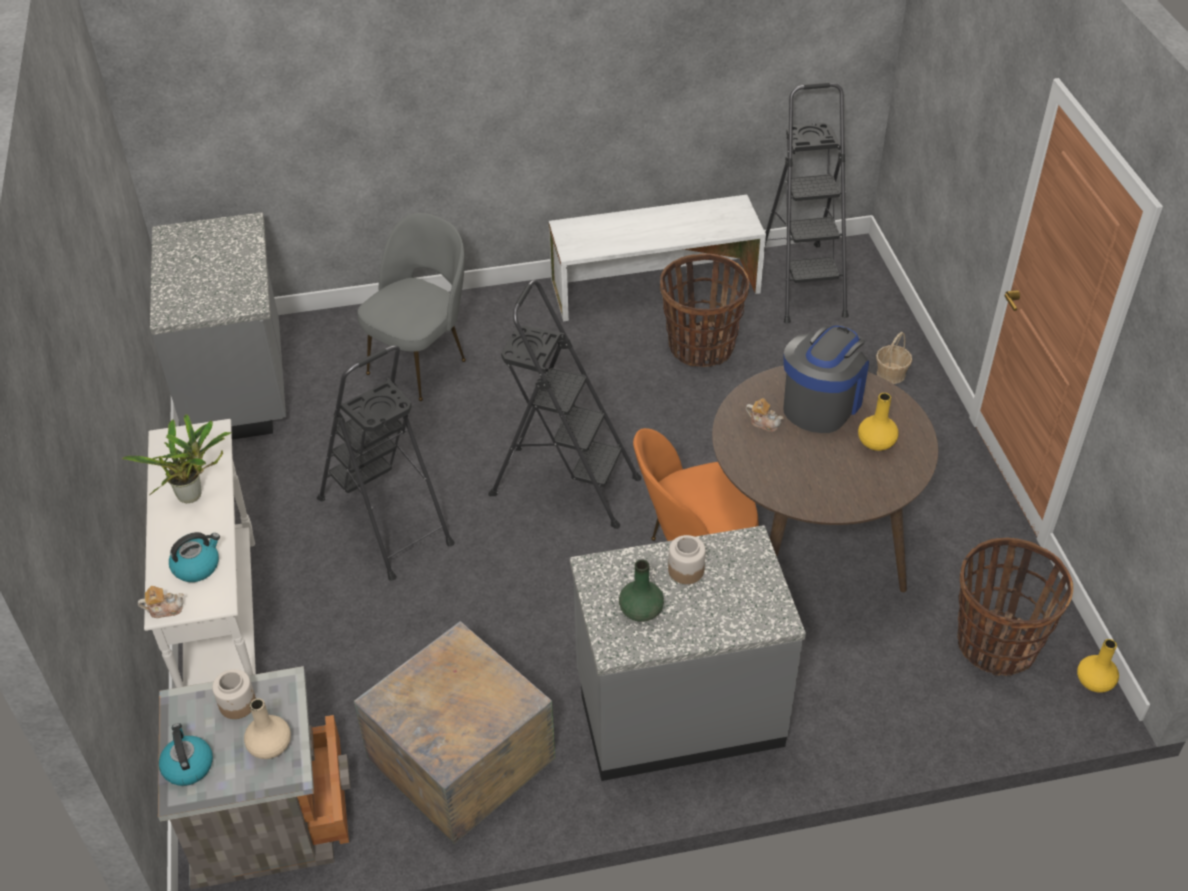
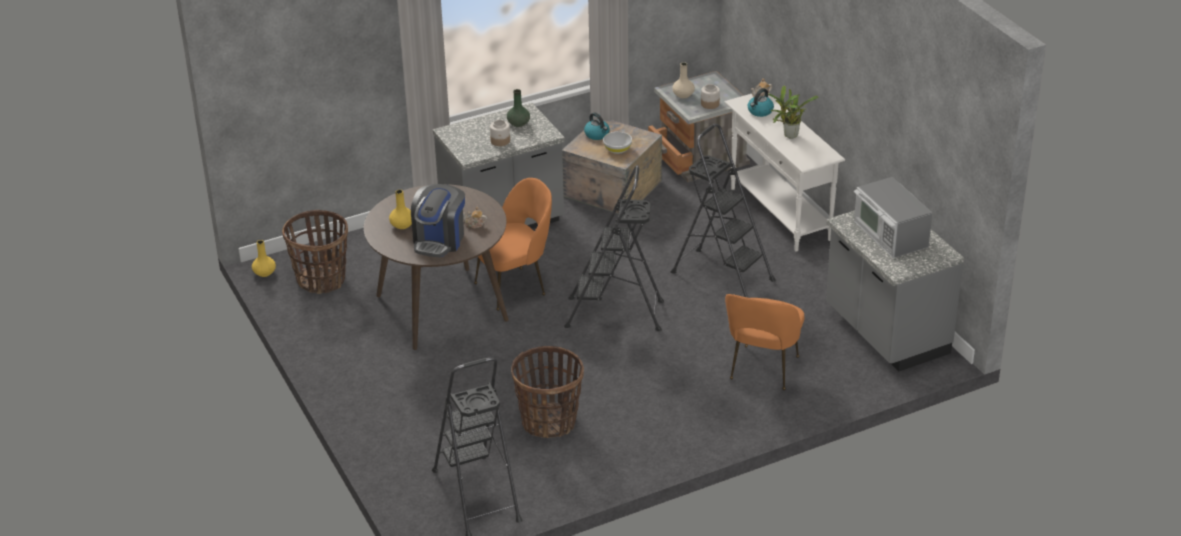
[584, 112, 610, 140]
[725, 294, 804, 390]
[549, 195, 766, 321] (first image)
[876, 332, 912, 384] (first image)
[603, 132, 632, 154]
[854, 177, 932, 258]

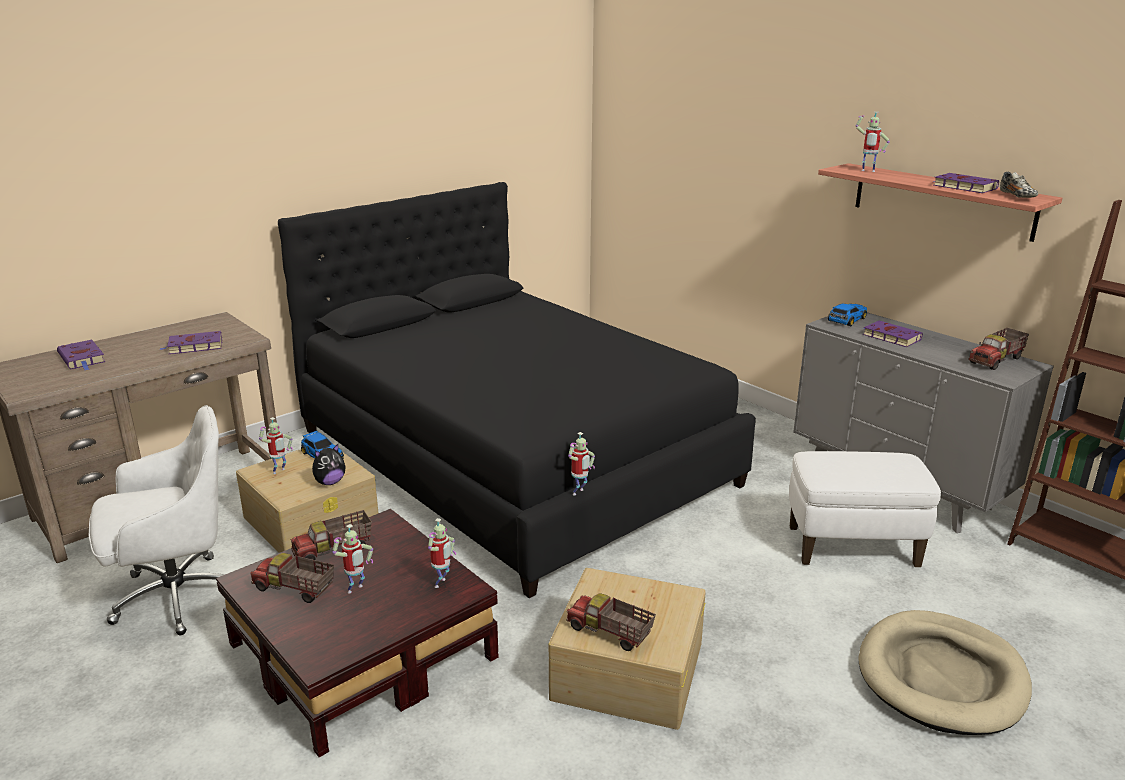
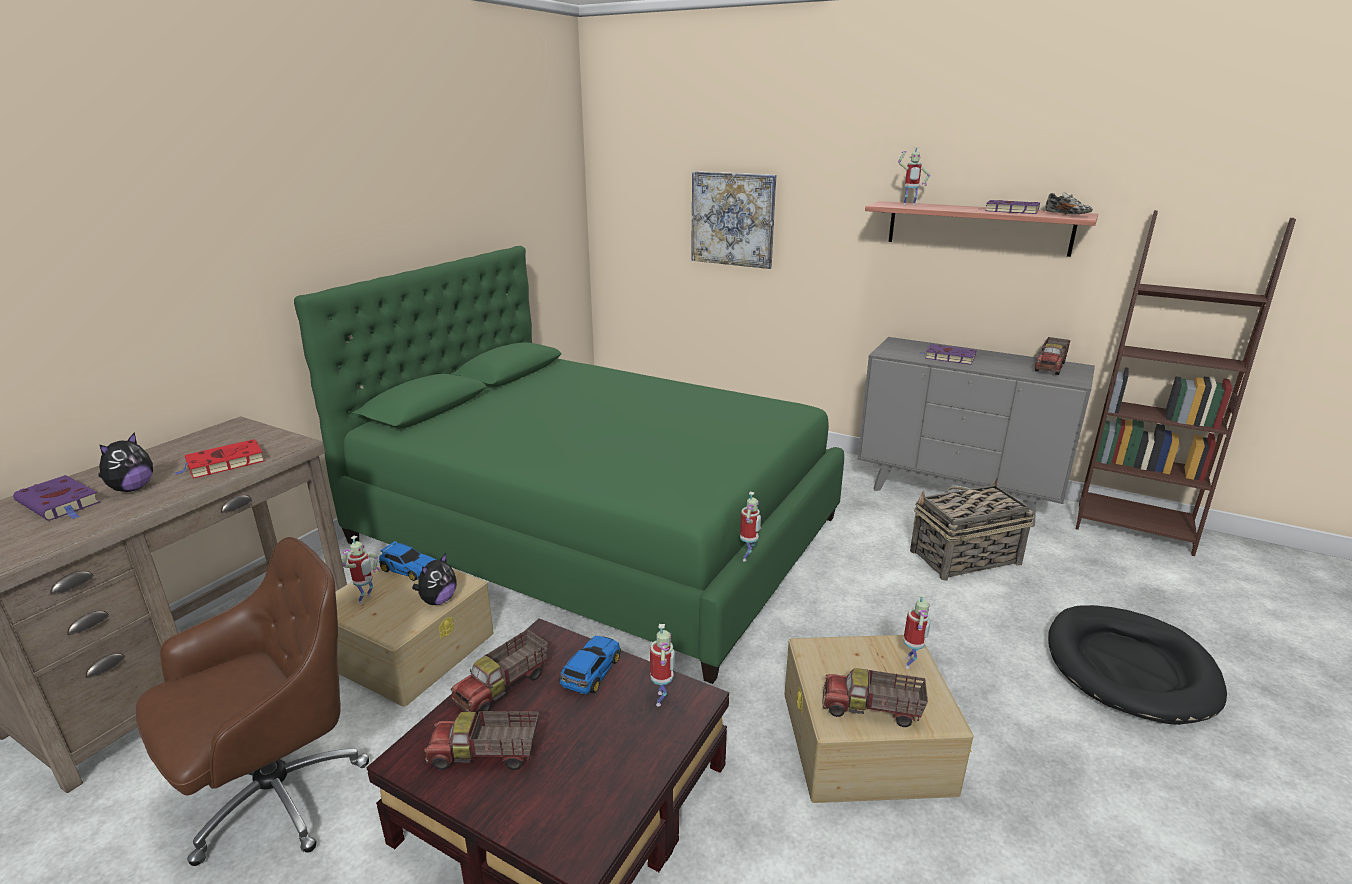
[136, 537, 369, 866]
[175, 439, 265, 479]
[294, 246, 844, 684]
[903, 593, 930, 669]
[910, 479, 1034, 581]
[560, 636, 621, 695]
[1048, 605, 1227, 725]
[98, 432, 153, 492]
[691, 171, 776, 269]

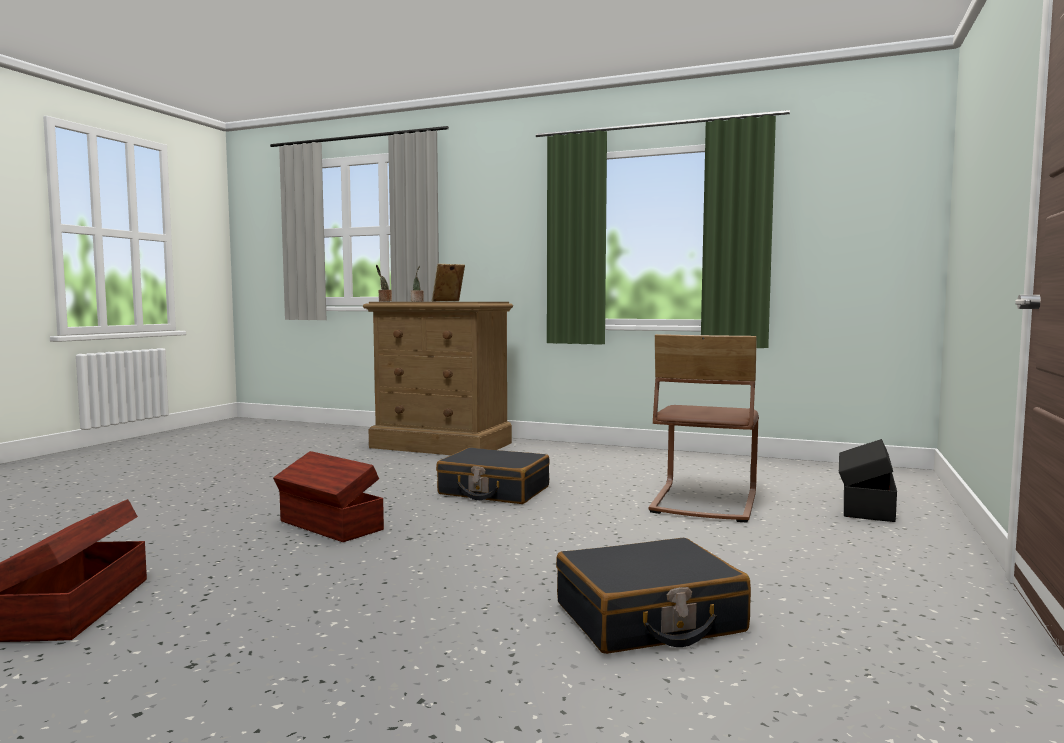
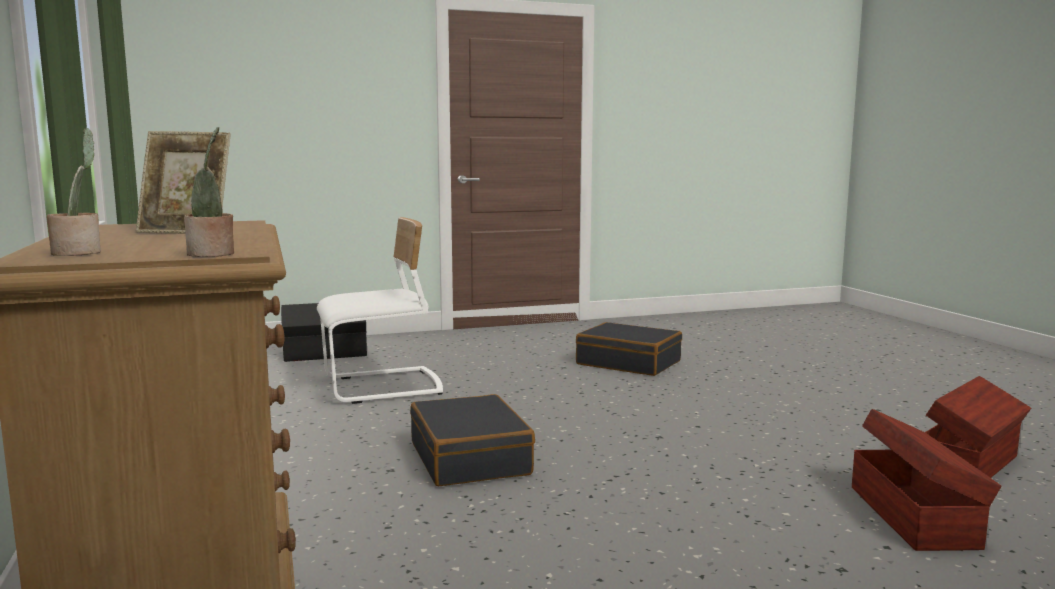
[852, 409, 1001, 551]
[317, 217, 443, 404]

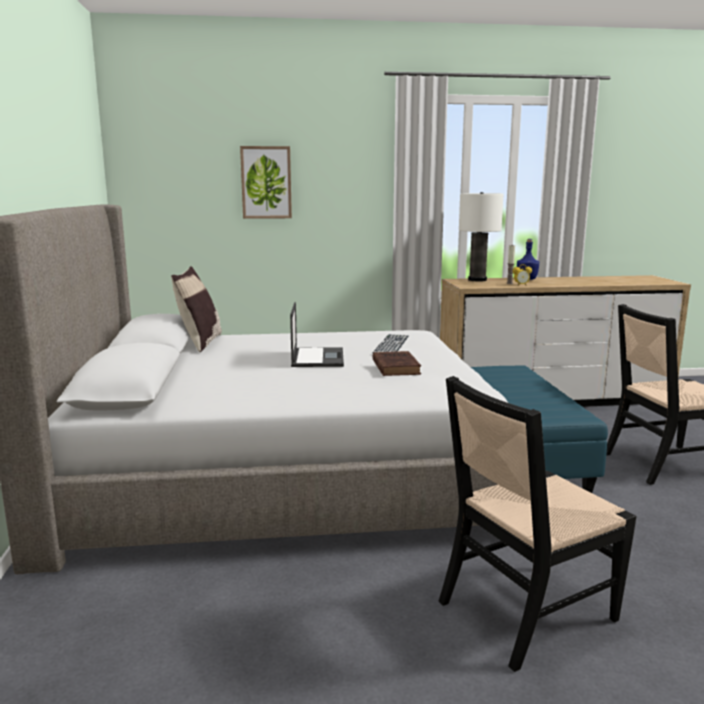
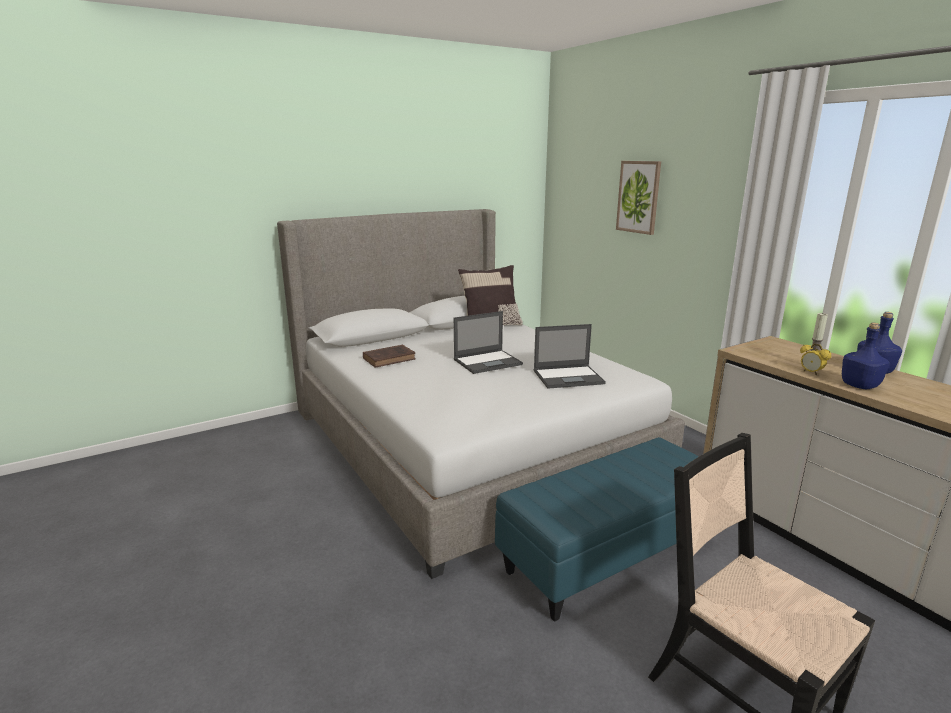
[534, 324, 606, 389]
[363, 345, 416, 368]
[438, 376, 637, 672] (first image)
[459, 192, 504, 282] (first image)
[842, 323, 889, 389]

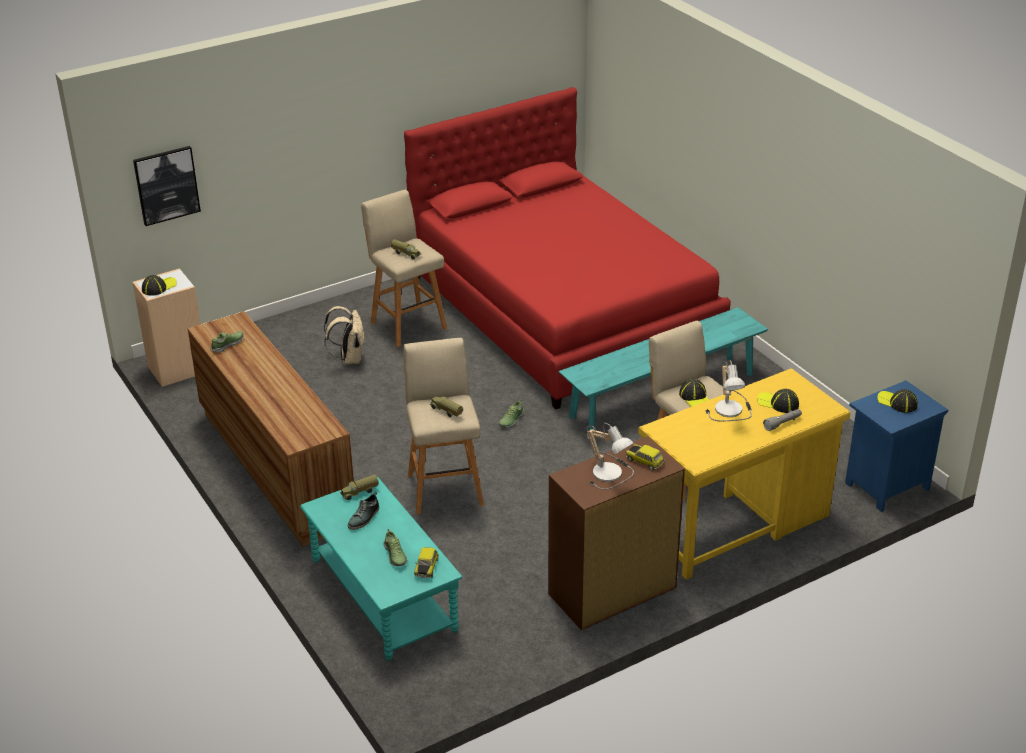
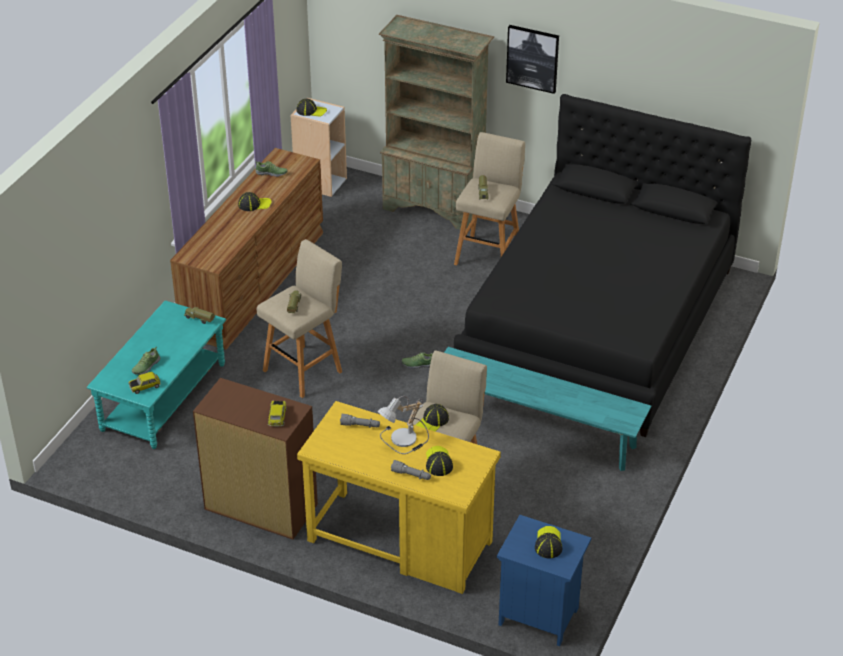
[506, 25, 559, 94]
[324, 306, 365, 365] (first image)
[347, 491, 379, 530] (first image)
[454, 94, 751, 437]
[587, 423, 634, 490] (first image)
[238, 192, 271, 211]
[340, 414, 380, 428]
[379, 15, 494, 230]

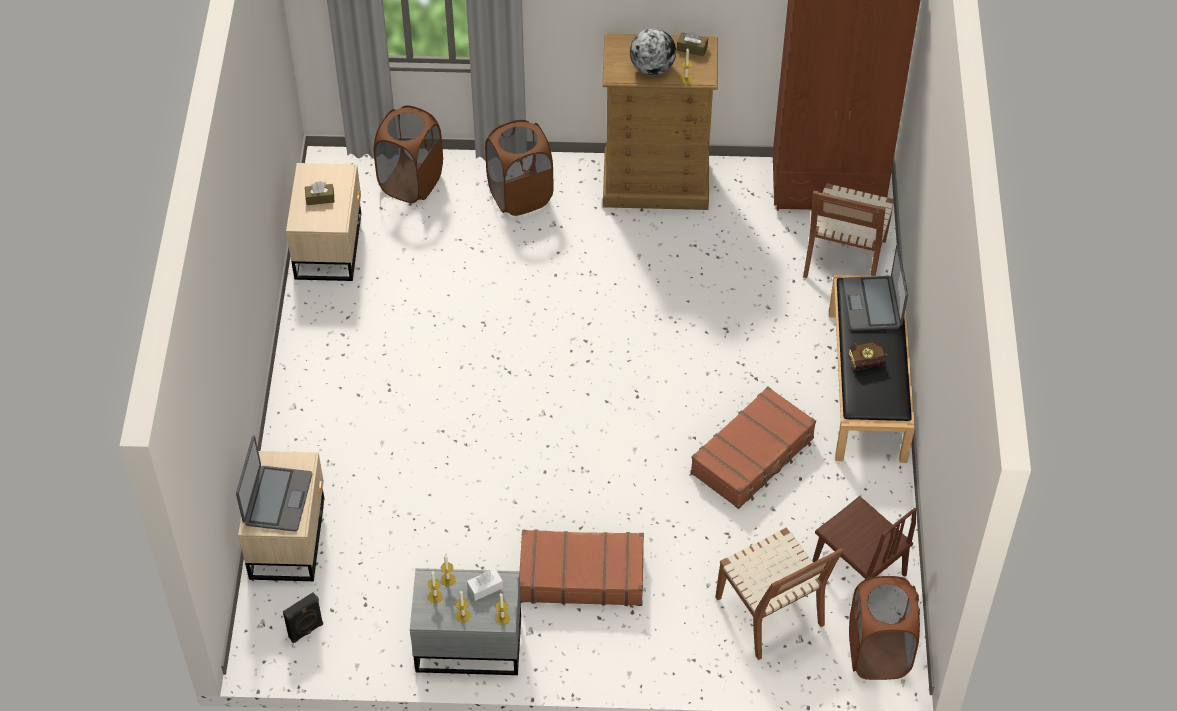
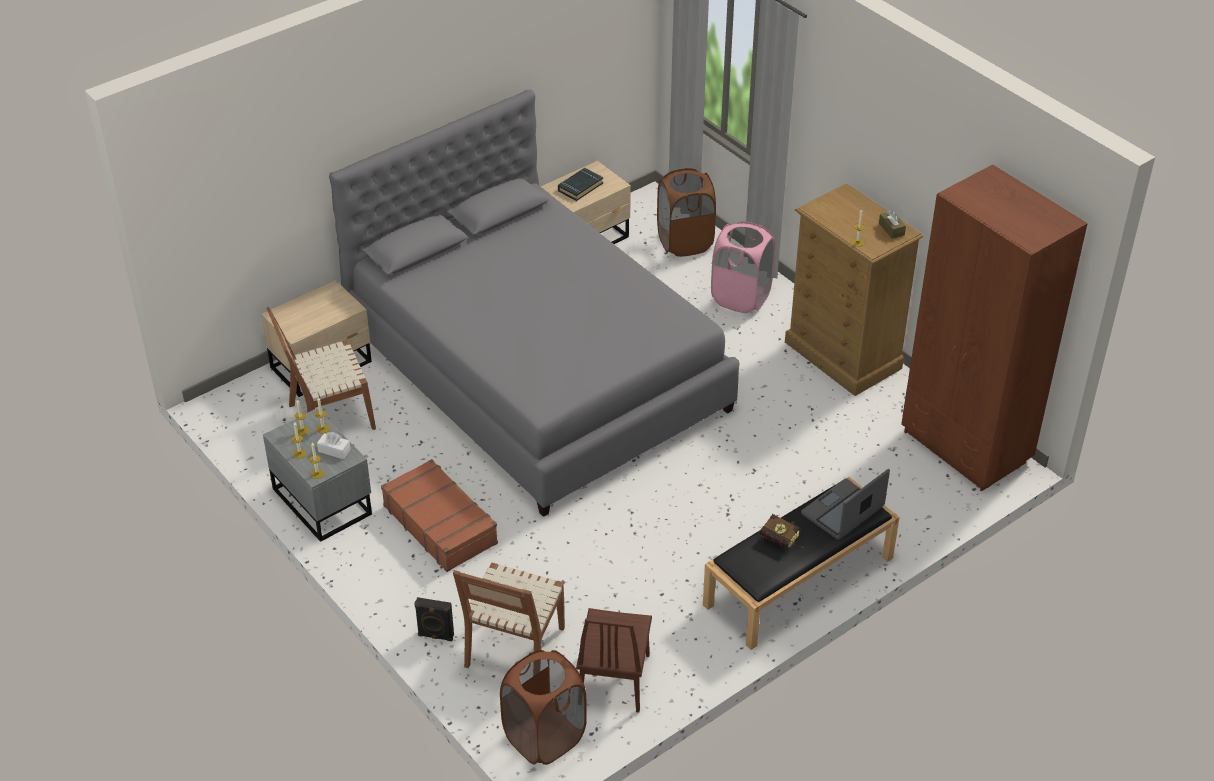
[236, 436, 312, 532] (first image)
[414, 597, 454, 641]
[558, 168, 603, 201]
[711, 221, 775, 313]
[630, 28, 676, 75] (first image)
[690, 386, 816, 509] (first image)
[267, 307, 376, 430]
[329, 90, 739, 517]

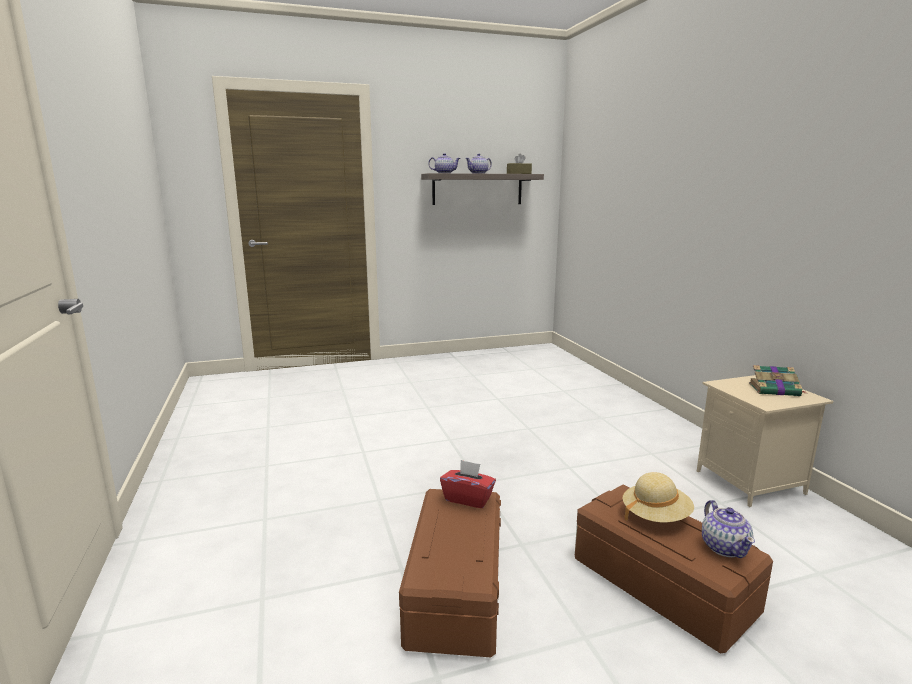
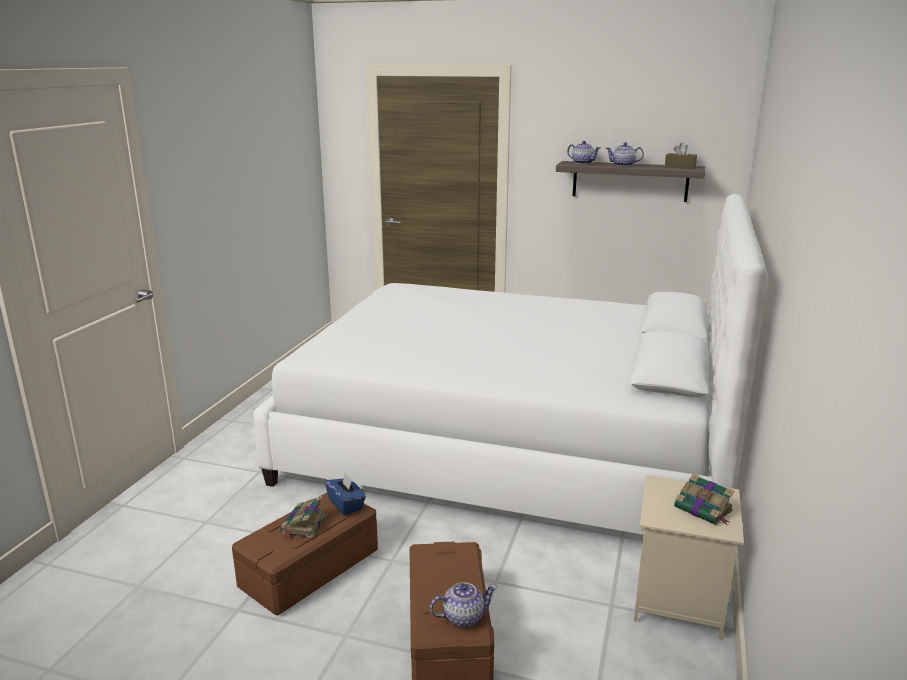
[325, 472, 366, 516]
[623, 472, 694, 522] (first image)
[430, 582, 497, 627]
[253, 194, 768, 535]
[280, 496, 328, 538]

